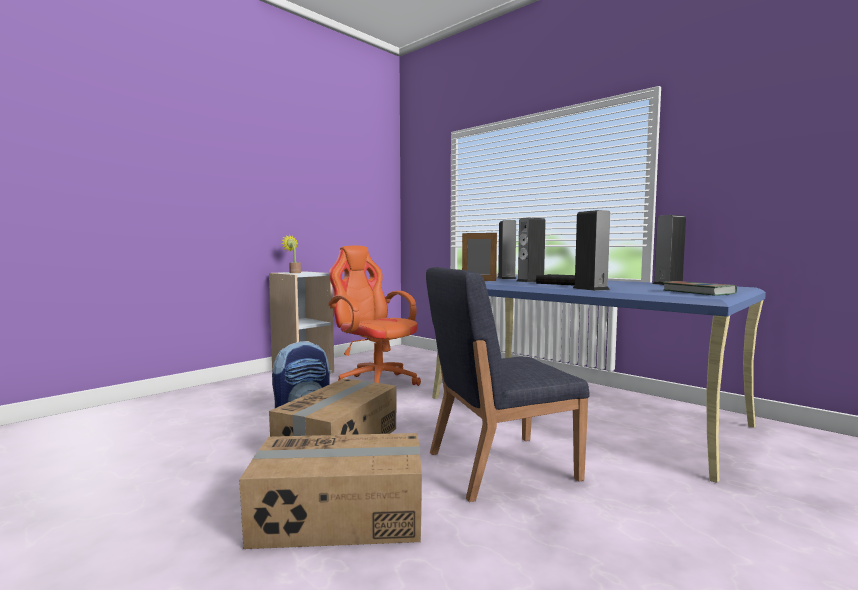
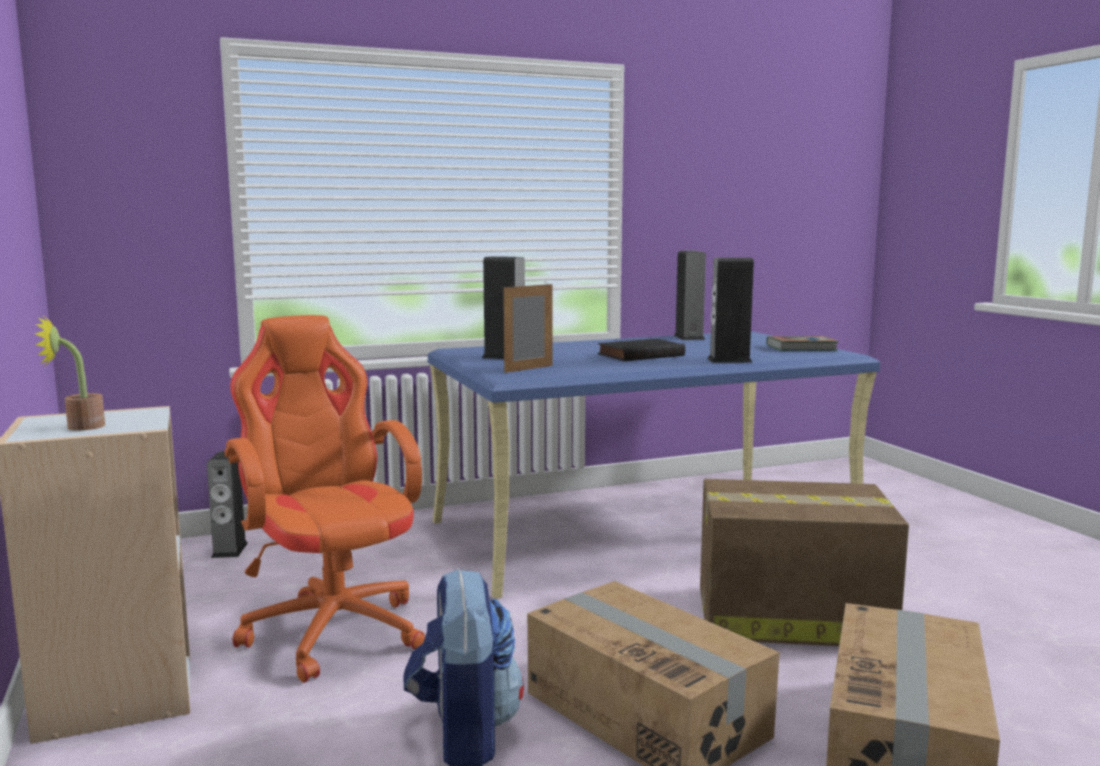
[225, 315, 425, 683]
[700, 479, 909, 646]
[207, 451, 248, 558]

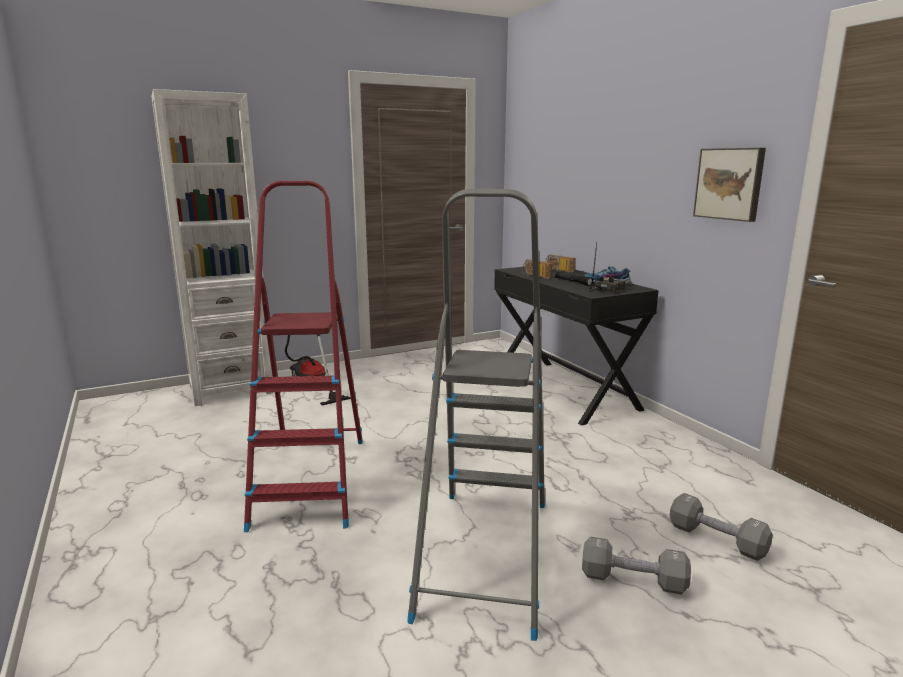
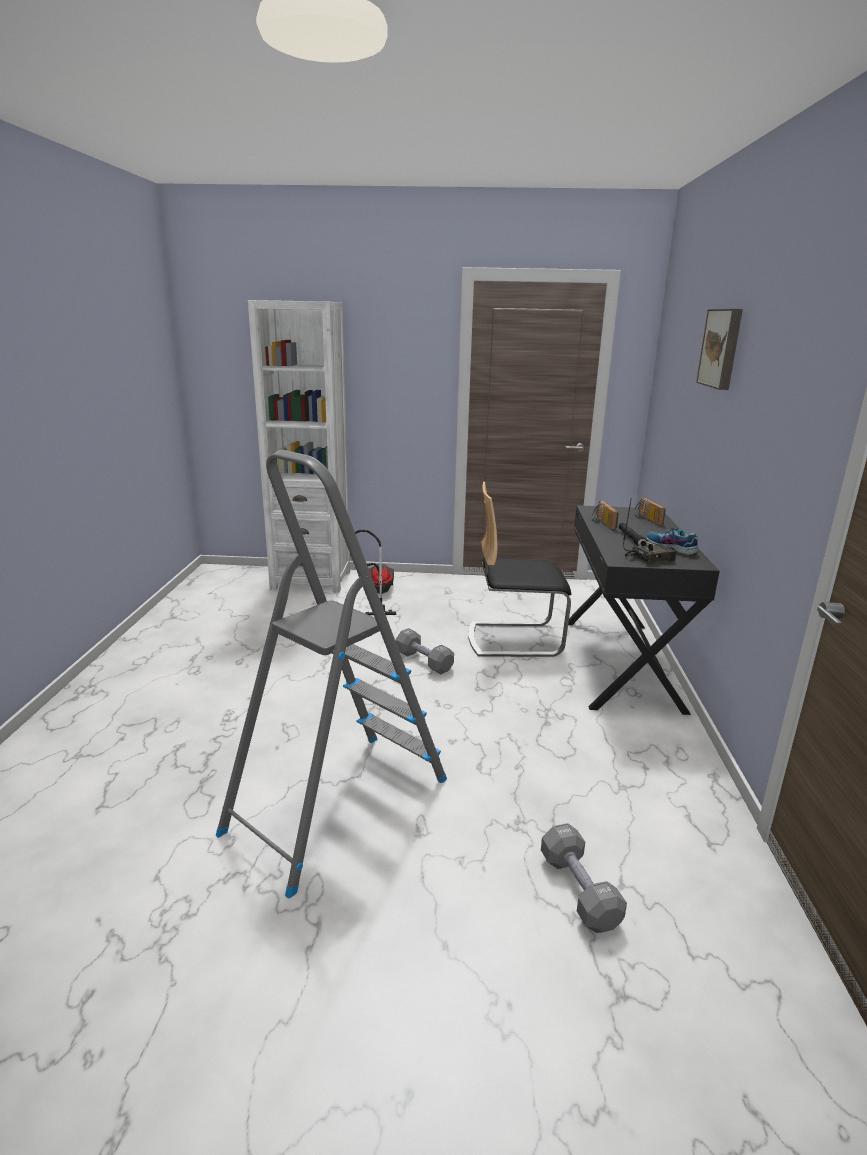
[244, 181, 363, 532] (first image)
[395, 628, 454, 674]
[696, 309, 743, 390]
[468, 482, 571, 657]

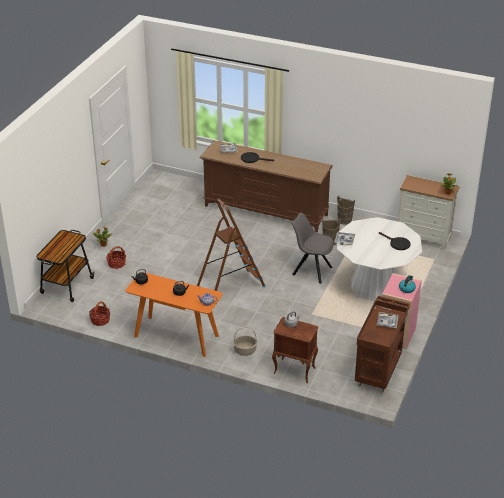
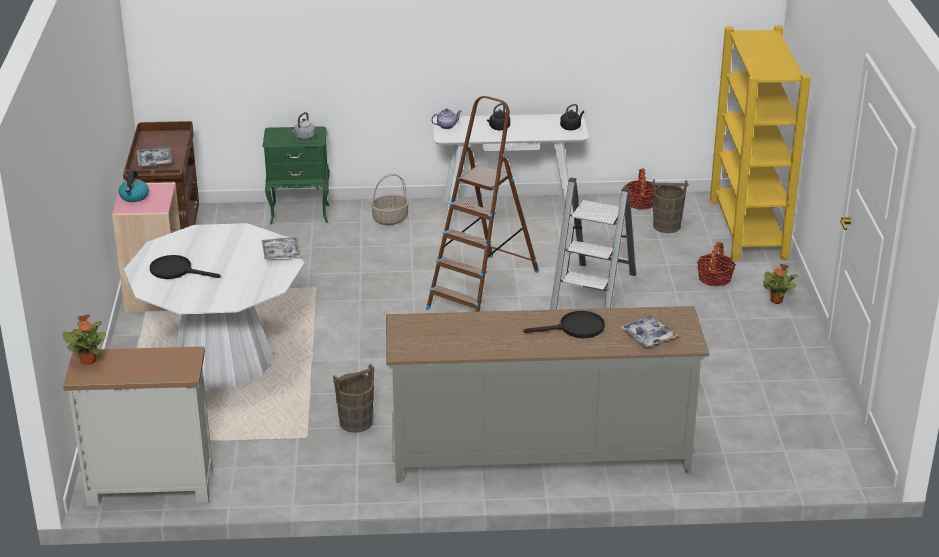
[710, 25, 811, 261]
[433, 114, 589, 227]
[386, 306, 709, 483]
[263, 126, 330, 224]
[292, 213, 334, 284] (first image)
[651, 180, 688, 233]
[550, 177, 636, 310]

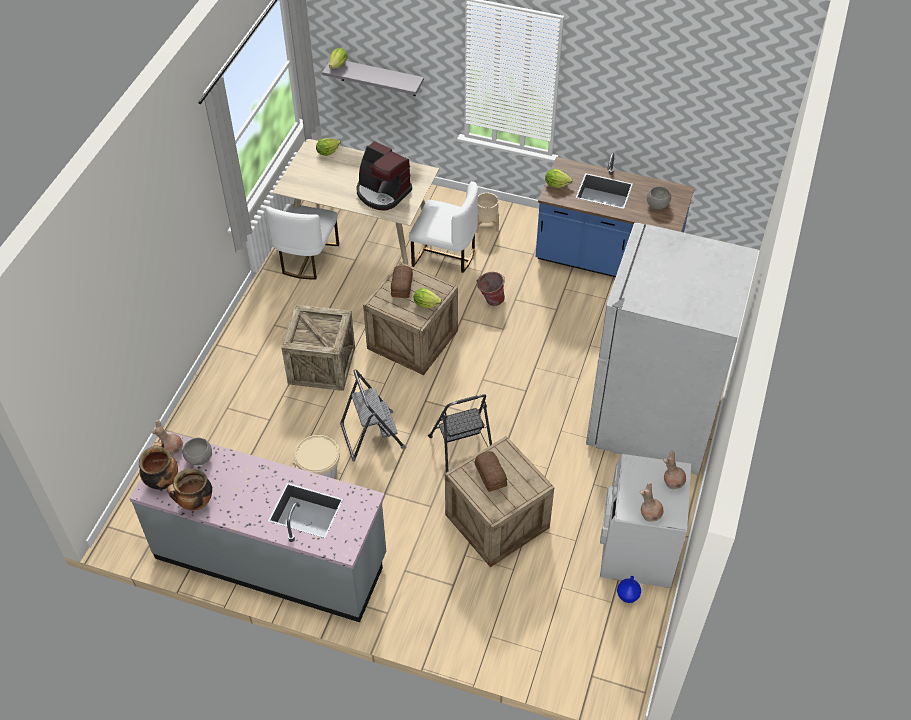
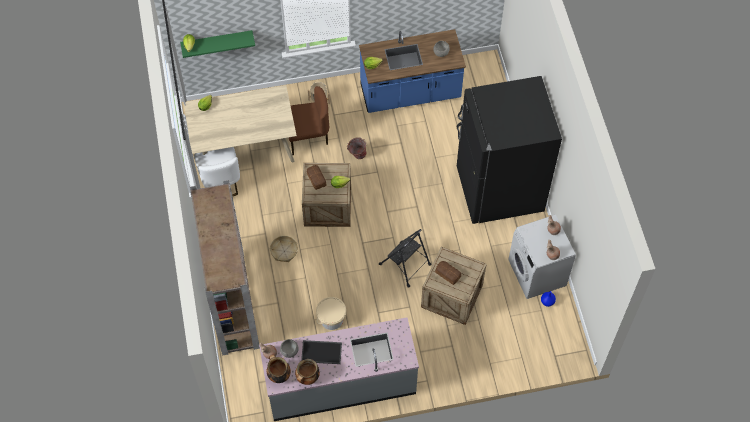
[270, 236, 298, 262]
[180, 30, 255, 58]
[340, 369, 406, 462] (first image)
[357, 141, 412, 210] (first image)
[289, 86, 329, 155]
[456, 76, 562, 224]
[190, 180, 260, 356]
[301, 340, 342, 364]

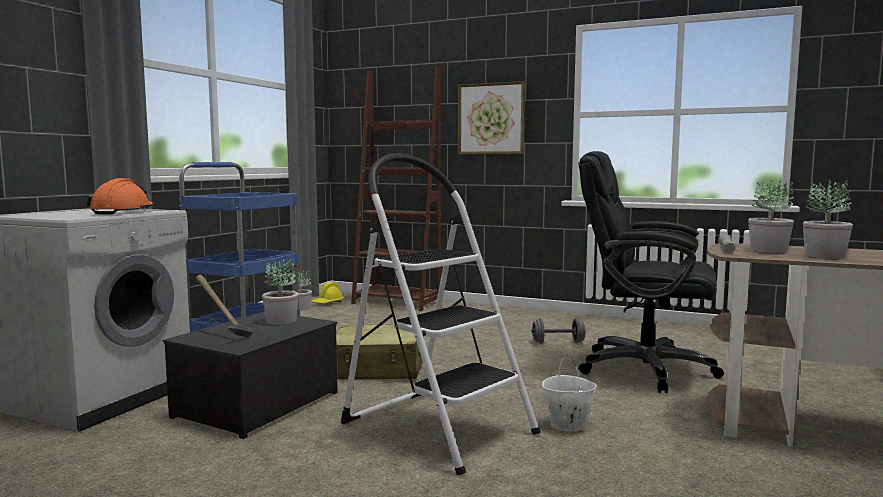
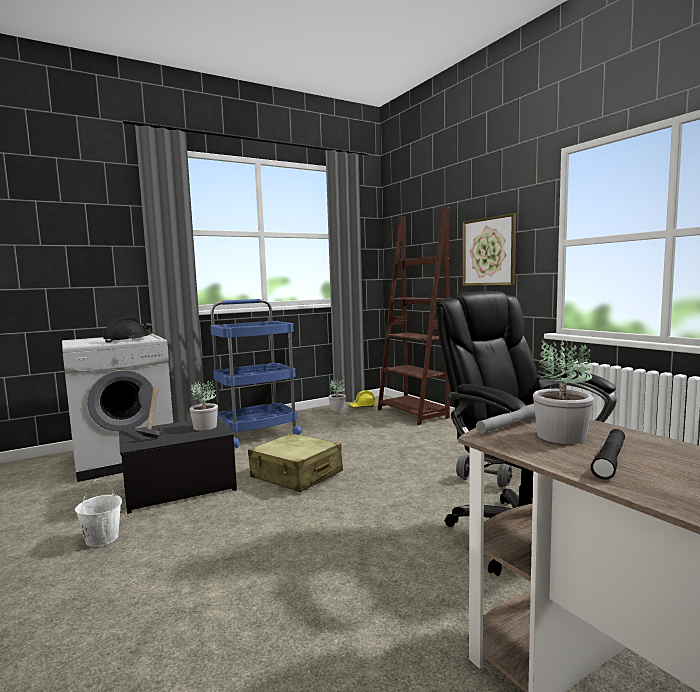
[103, 317, 152, 343]
[341, 153, 541, 475] (first image)
[75, 480, 122, 547]
[591, 429, 625, 480]

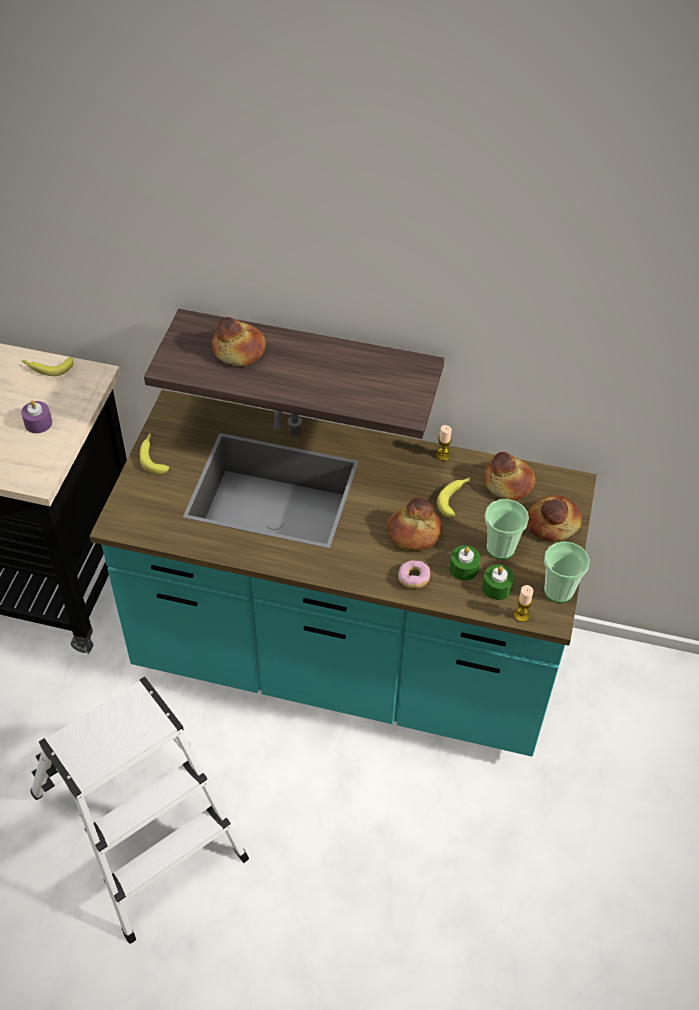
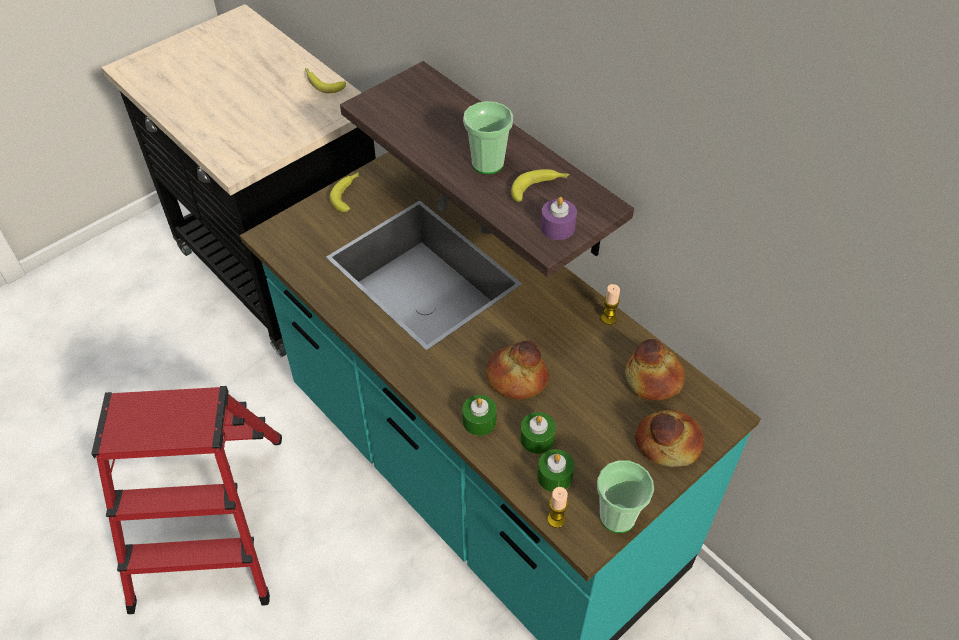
[541, 197, 577, 240]
[91, 386, 282, 614]
[212, 317, 266, 366] (first image)
[462, 395, 497, 436]
[511, 169, 570, 202]
[463, 101, 513, 174]

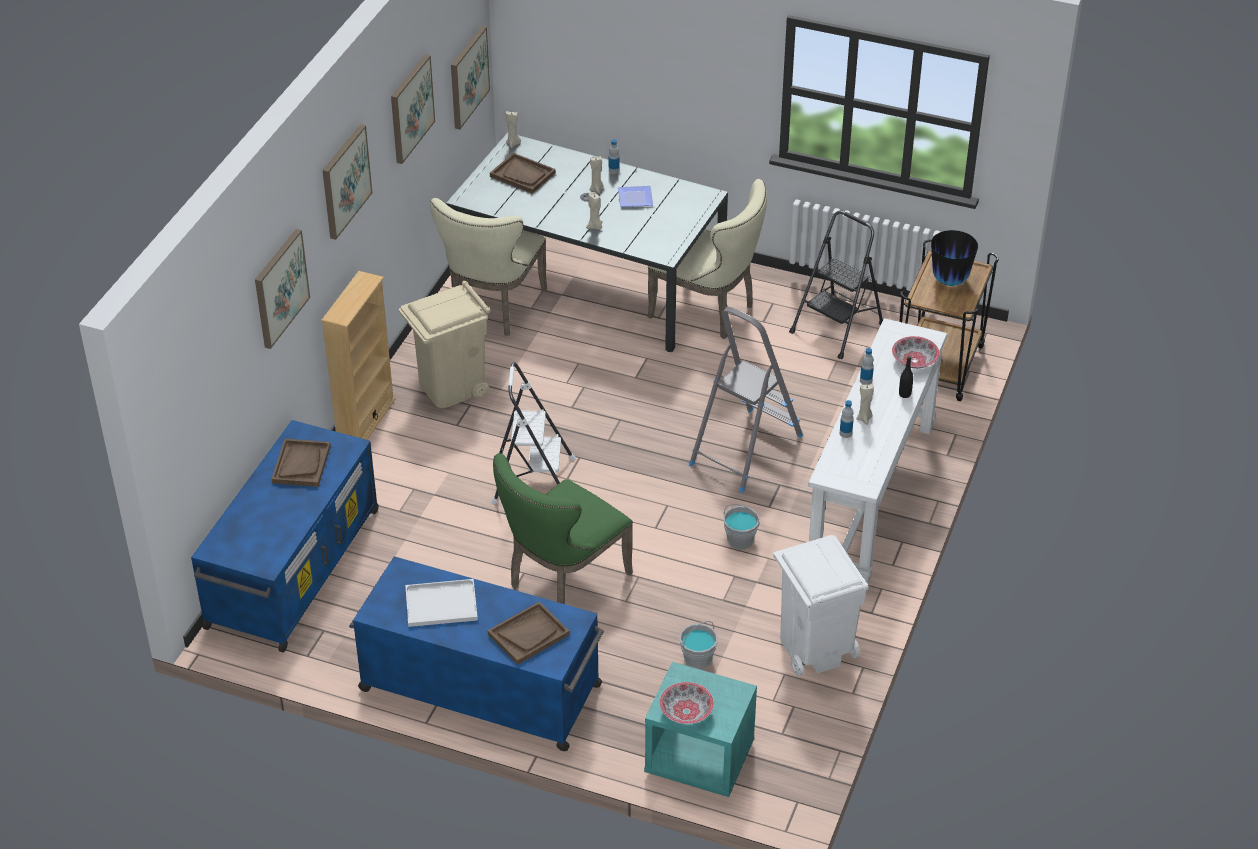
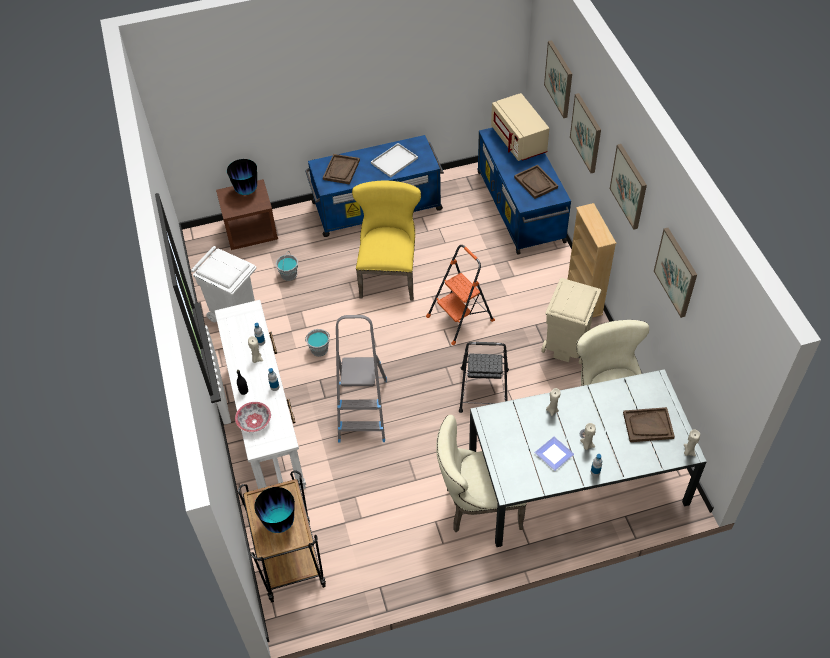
[544, 40, 572, 118]
[426, 245, 495, 345]
[352, 180, 421, 301]
[216, 179, 278, 250]
[227, 159, 257, 195]
[459, 342, 509, 413]
[491, 93, 549, 161]

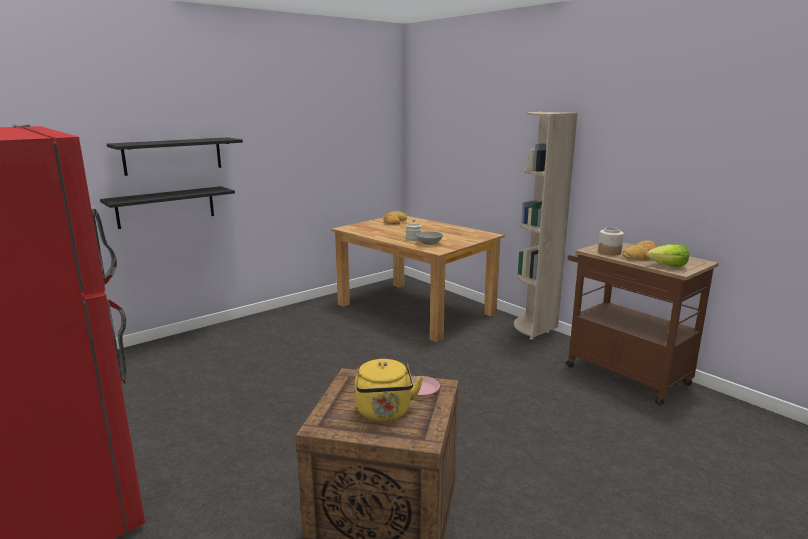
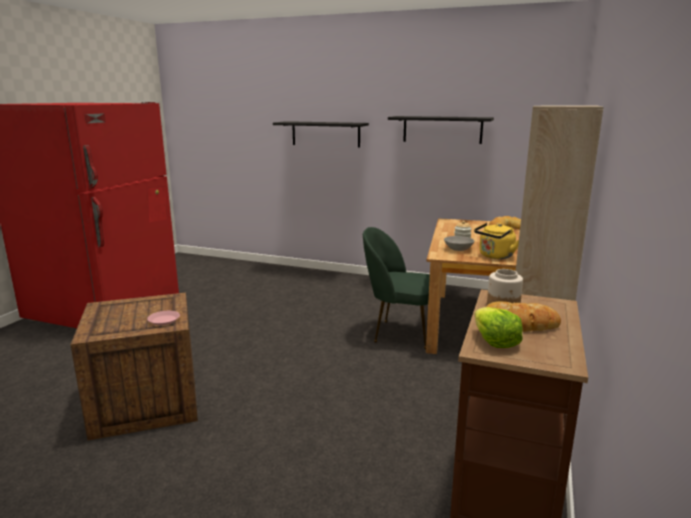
[388, 116, 494, 144]
[474, 223, 519, 259]
[363, 227, 430, 349]

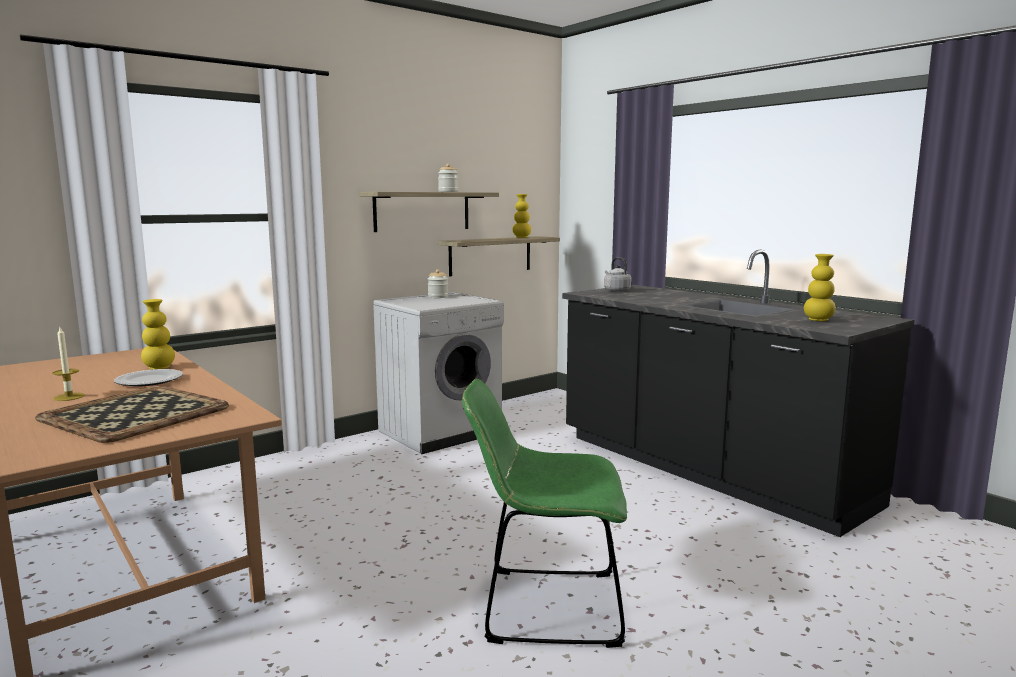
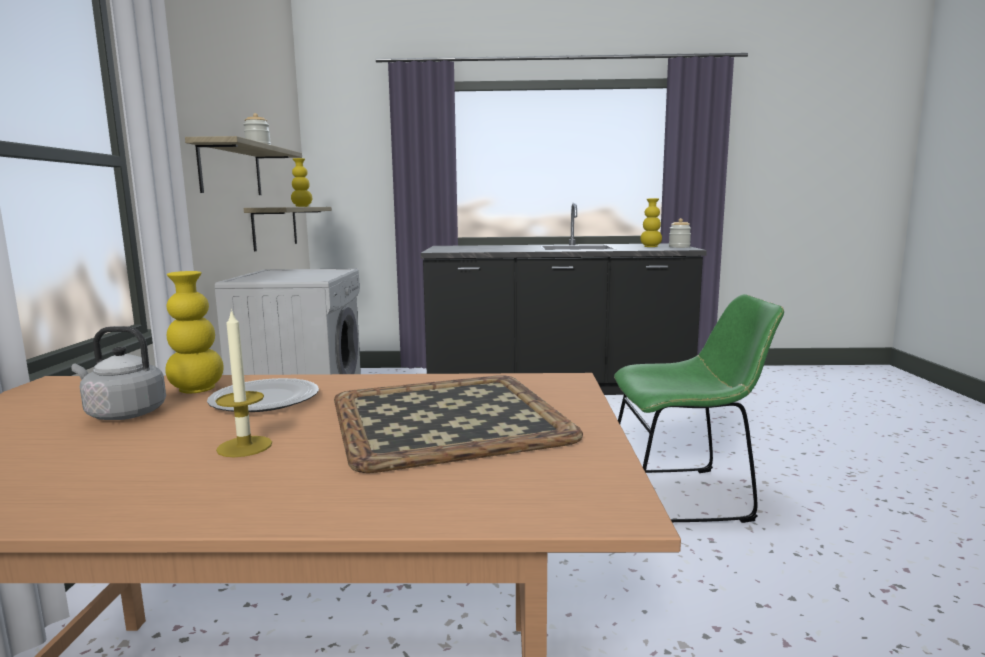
[669, 218, 691, 248]
[614, 294, 784, 523]
[71, 326, 166, 420]

